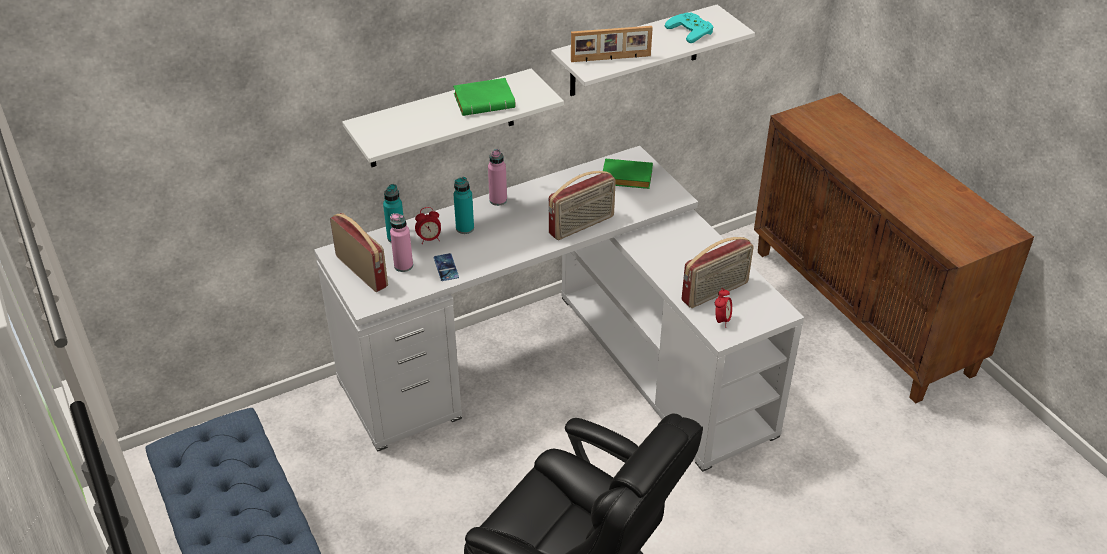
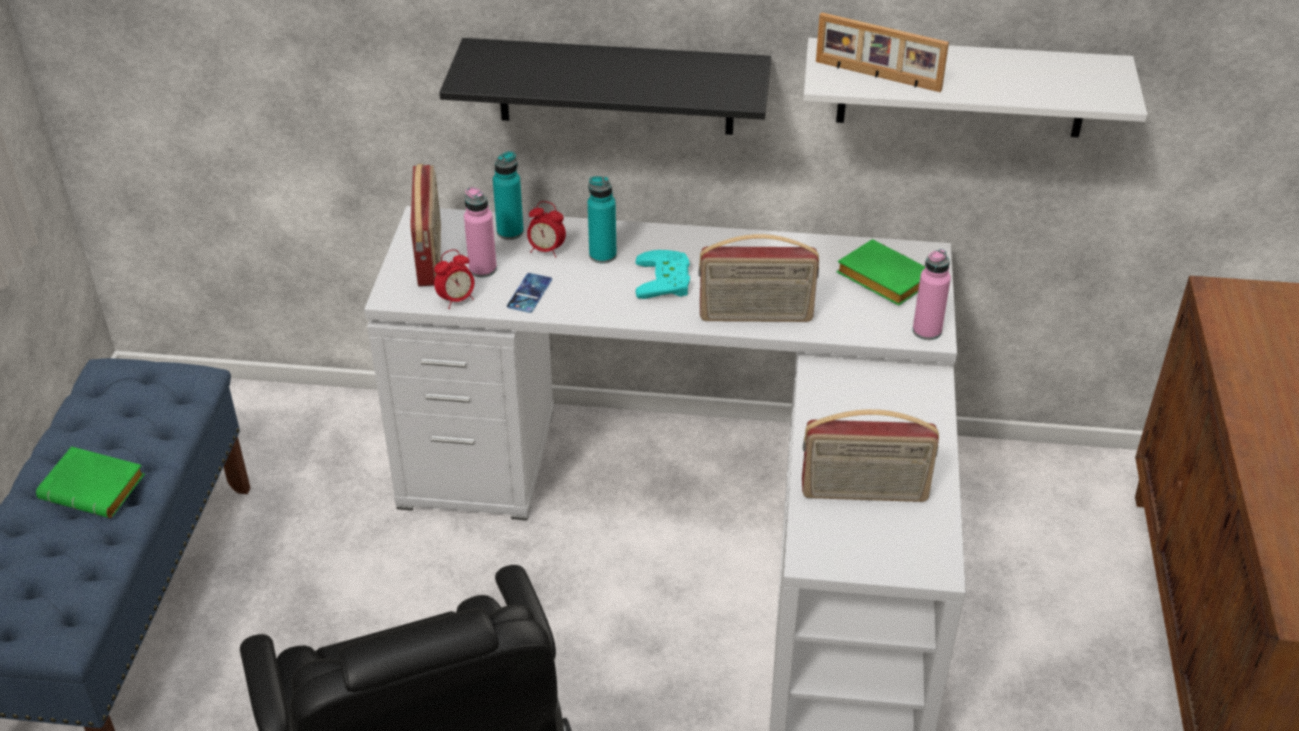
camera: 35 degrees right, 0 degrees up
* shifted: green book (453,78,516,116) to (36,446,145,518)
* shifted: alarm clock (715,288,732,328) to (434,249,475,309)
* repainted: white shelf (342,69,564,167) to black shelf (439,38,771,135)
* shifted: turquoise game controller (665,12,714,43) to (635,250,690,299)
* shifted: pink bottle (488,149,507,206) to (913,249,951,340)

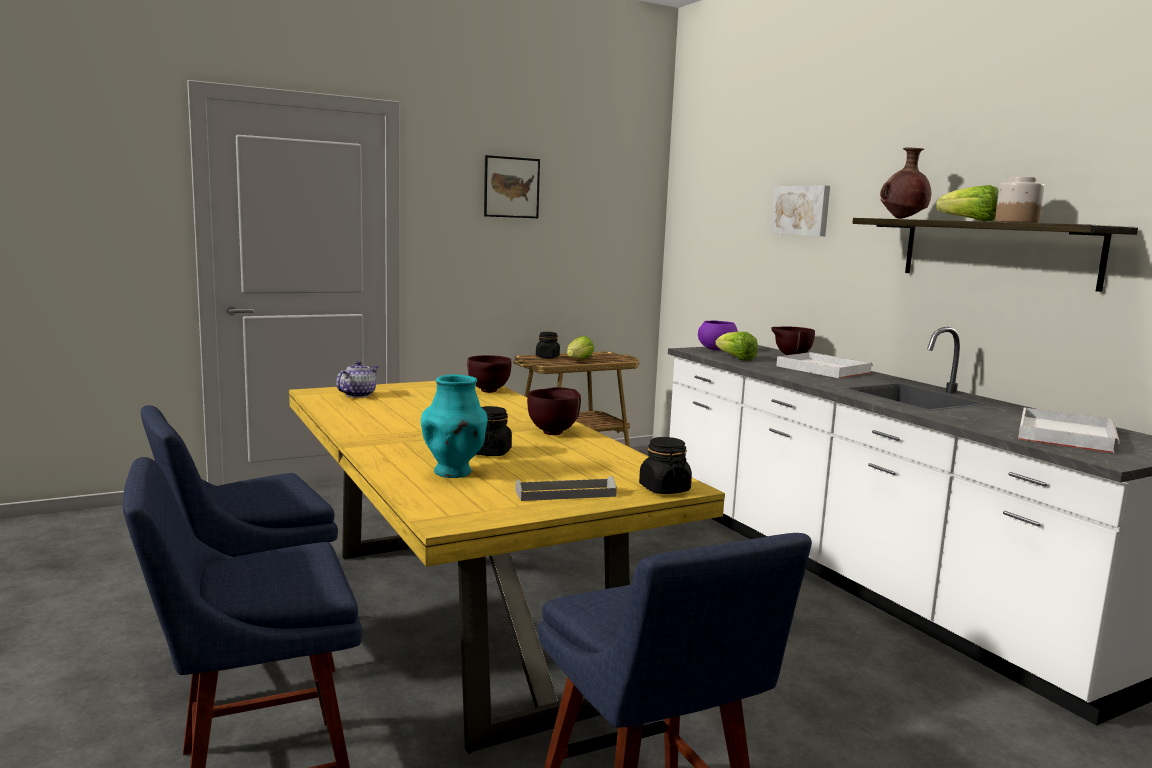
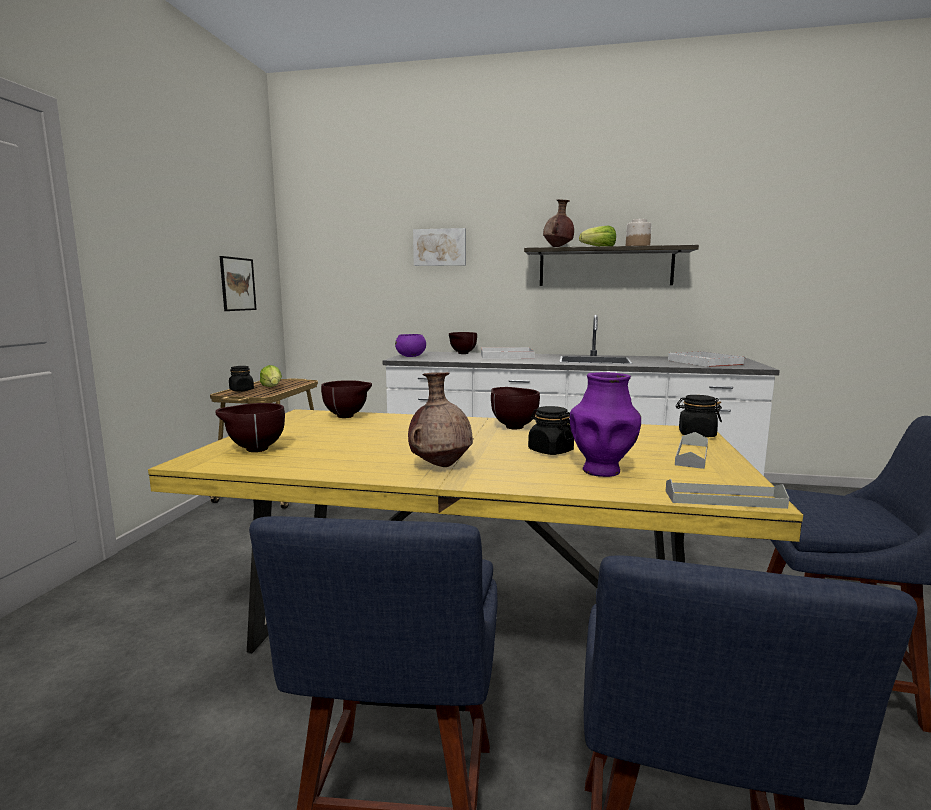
camera: 50 degrees left, 0 degrees up
* swapped: teapot (336,361,379,398) to brown bowl (215,403,285,452)
* shifted: picture (484,155,540,218) to (220,256,257,311)
* new: brown vase (408,372,473,467)
* repainted: turquoise vase (421,374,488,478) to purple vase (570,372,641,477)
* new: grey tray (666,479,789,509)
* gone: lettuce (715,332,758,361)

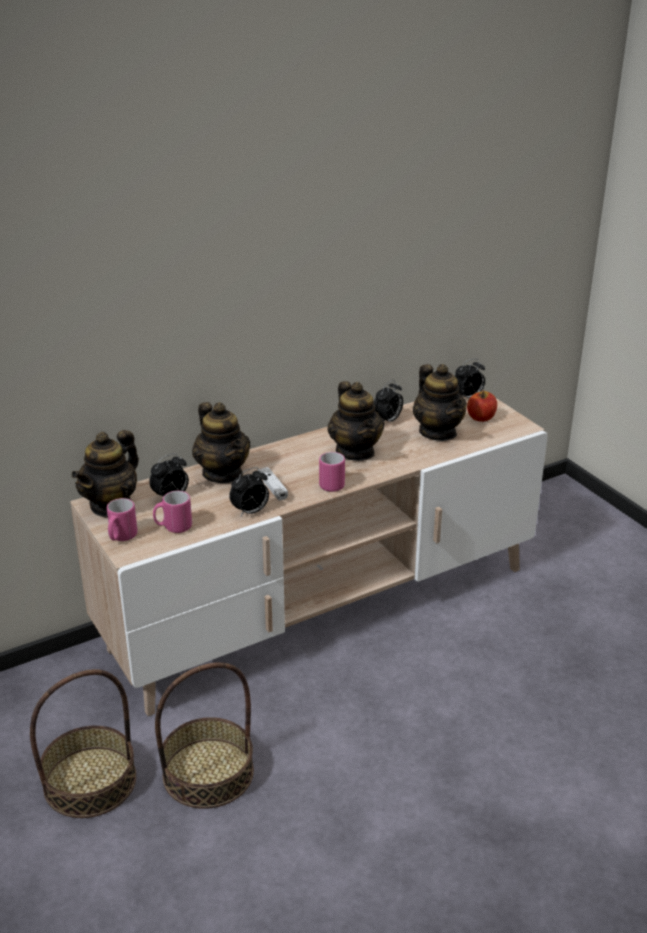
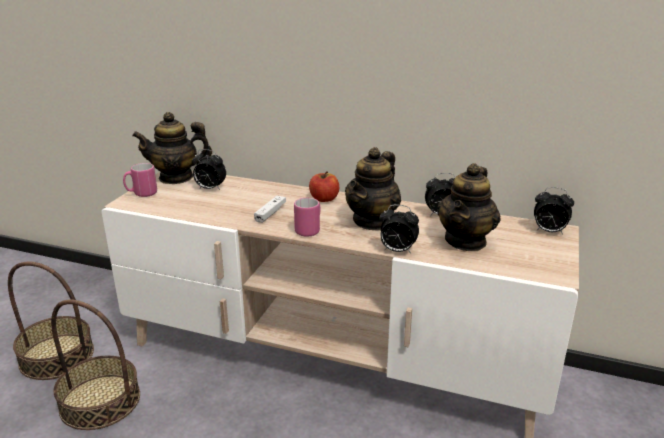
camera: 50 degrees right, 5 degrees down
* shifted: apple (467,390,497,422) to (309,171,339,202)
* shifted: alarm clock (229,467,269,516) to (379,204,419,253)
* gone: pink mug (153,491,192,533)
* gone: teapot (192,402,251,483)

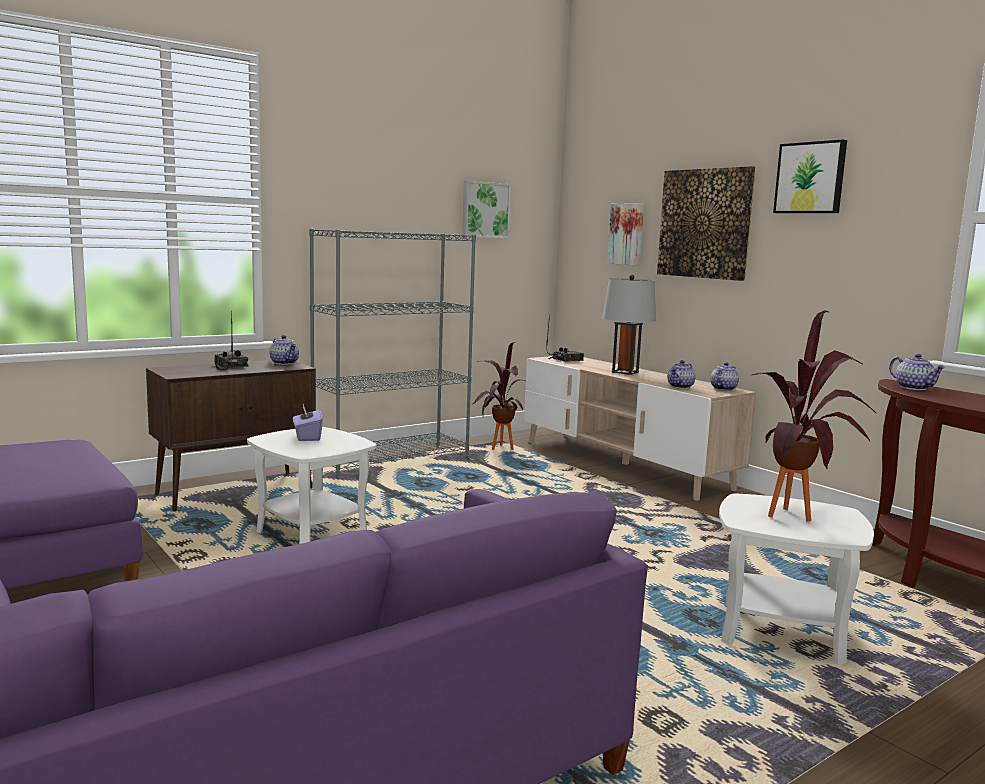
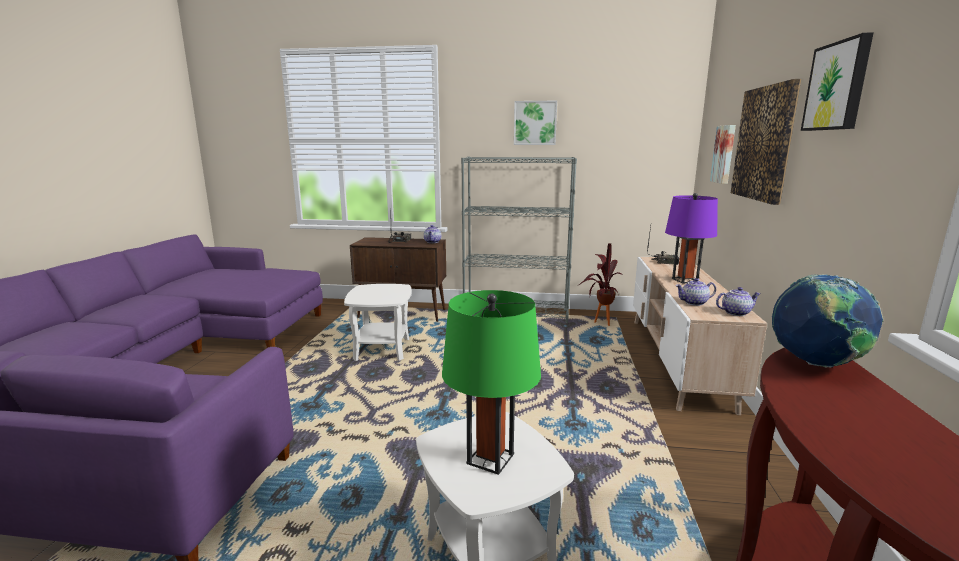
camera: 45 degrees right, 5 degrees up
* swapped: potted plant (752,310,877,522) to green table lamp (442,290,541,475)
* shifted: picture (462,181,511,239) to (514,101,557,145)
* repainted: grey table lamp (602,275,656,375) to purple table lamp (665,193,718,284)
* swapped: teapot (889,354,946,390) to globe (772,274,884,368)
* gone: purple tissue box (293,404,323,441)

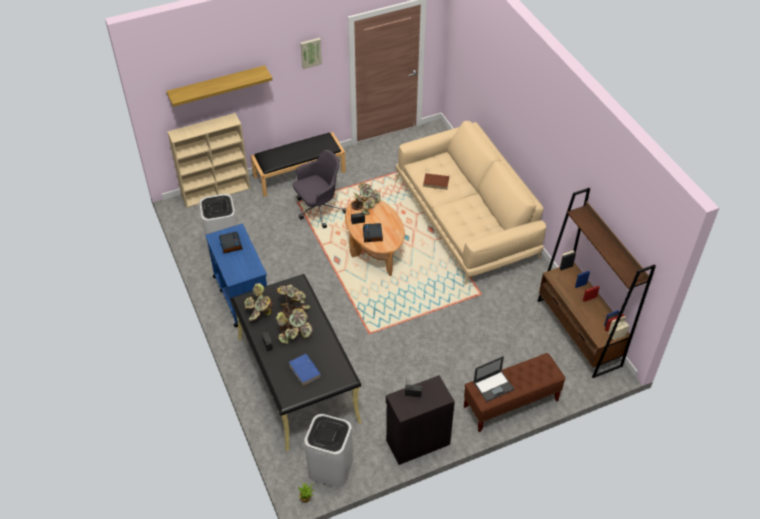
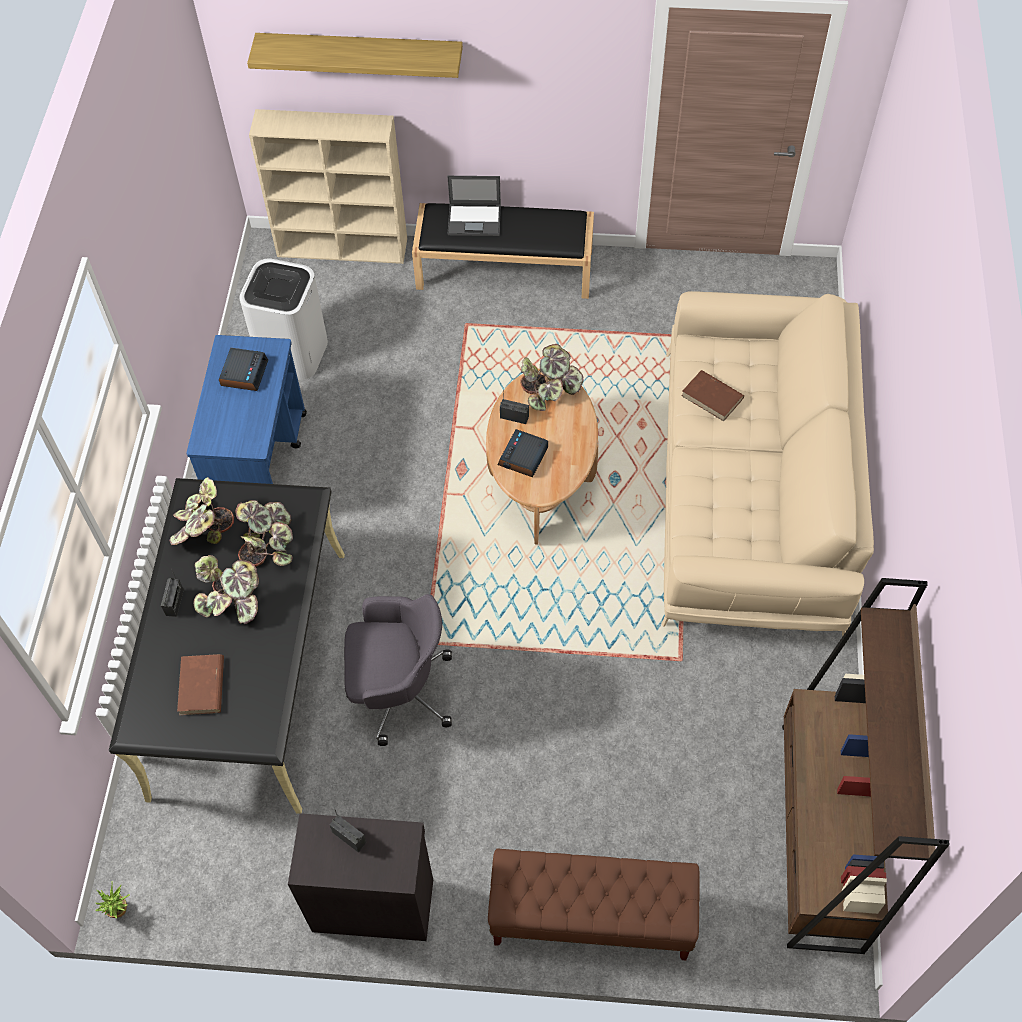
camera: 30 degrees right, 10 degrees up
* repainted: blue book (289,354,321,386) to brown book (177,654,224,715)
* shifted: grey office chair (293,150,346,228) to (344,594,452,746)
* shifted: laptop (473,356,514,402) to (448,176,501,236)
* gone: picture (300,38,322,69)
* gone: white trash can (305,414,353,487)

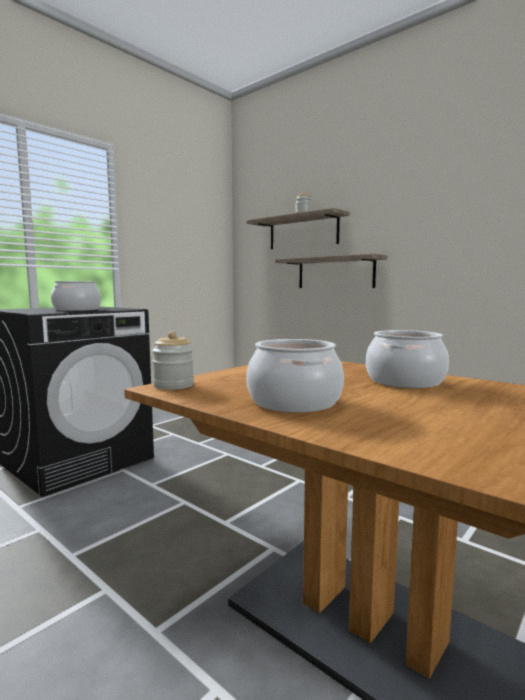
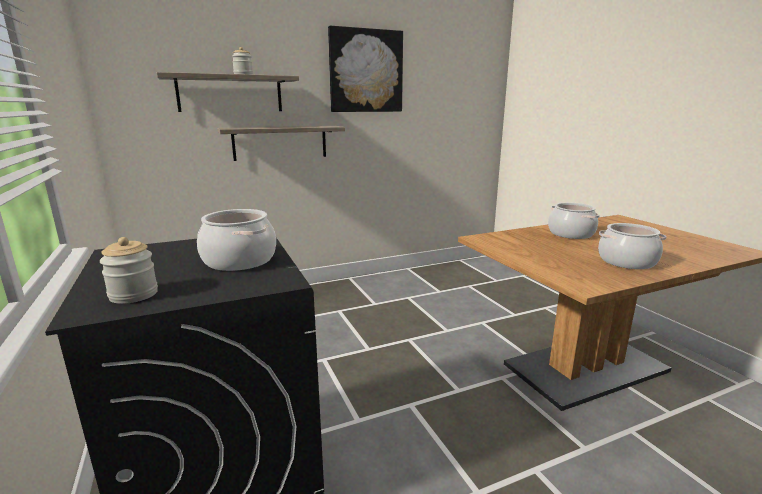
camera: 65 degrees left, 10 degrees up
* shifted: jar (152,331,194,390) to (100,237,158,304)
* new: picture (328,26,403,112)

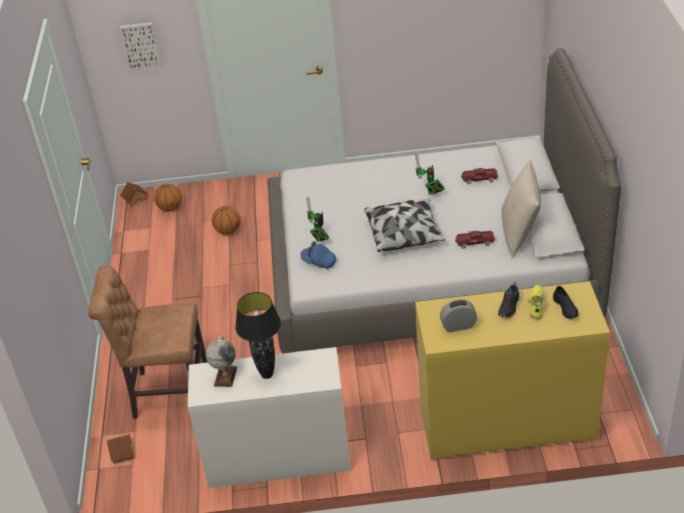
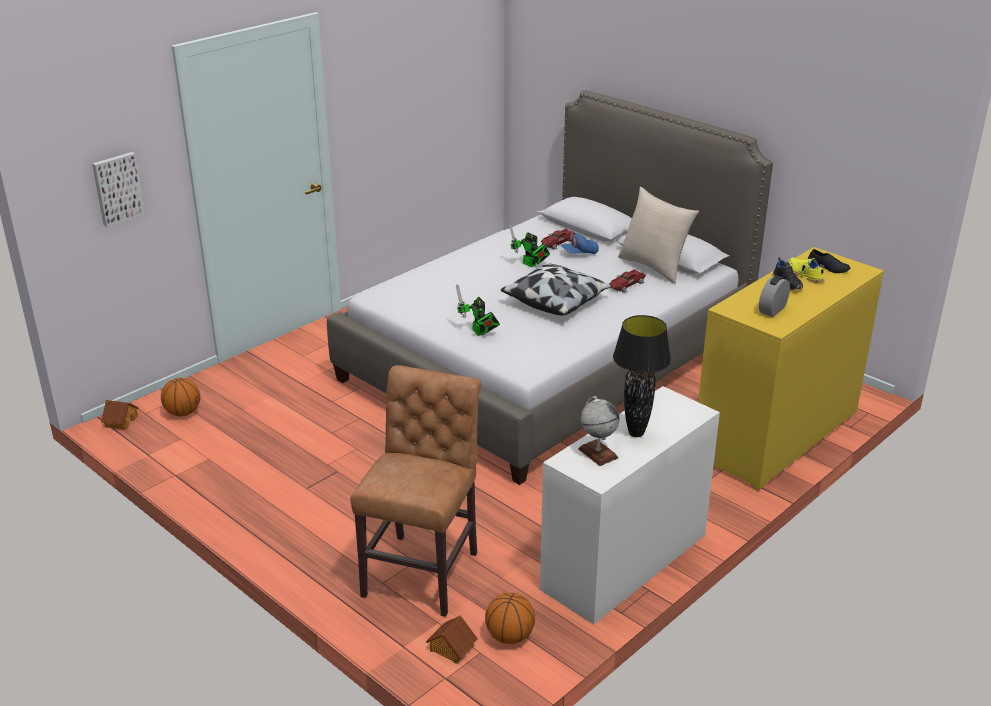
camera: 45 degrees left, 10 degrees down
* rotated: brown chair (88,265,208,419) = (350,365,481,617) 150 degrees clockwise
* shifted: basketball (212,206,241,235) to (485,592,535,644)
* shifted: blue cap (300,241,336,269) to (561,232,599,254)

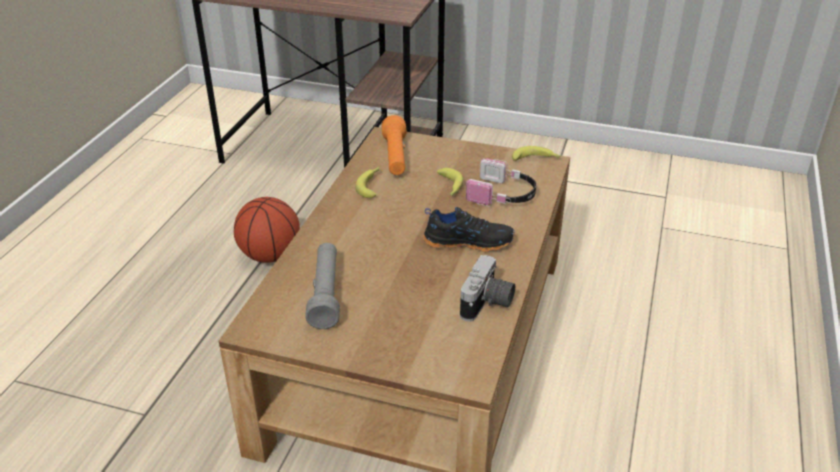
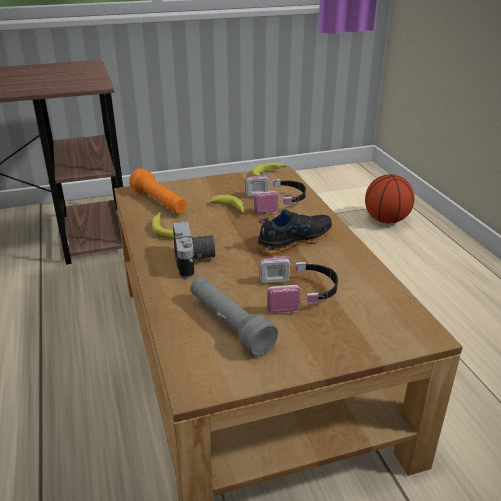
camera: 35 degrees left, 5 degrees down
* shifted: photo camera (460,255,515,321) to (173,222,215,279)
* new: headphones (259,256,338,313)
* shifted: basketball (234,197,300,263) to (365,174,414,224)

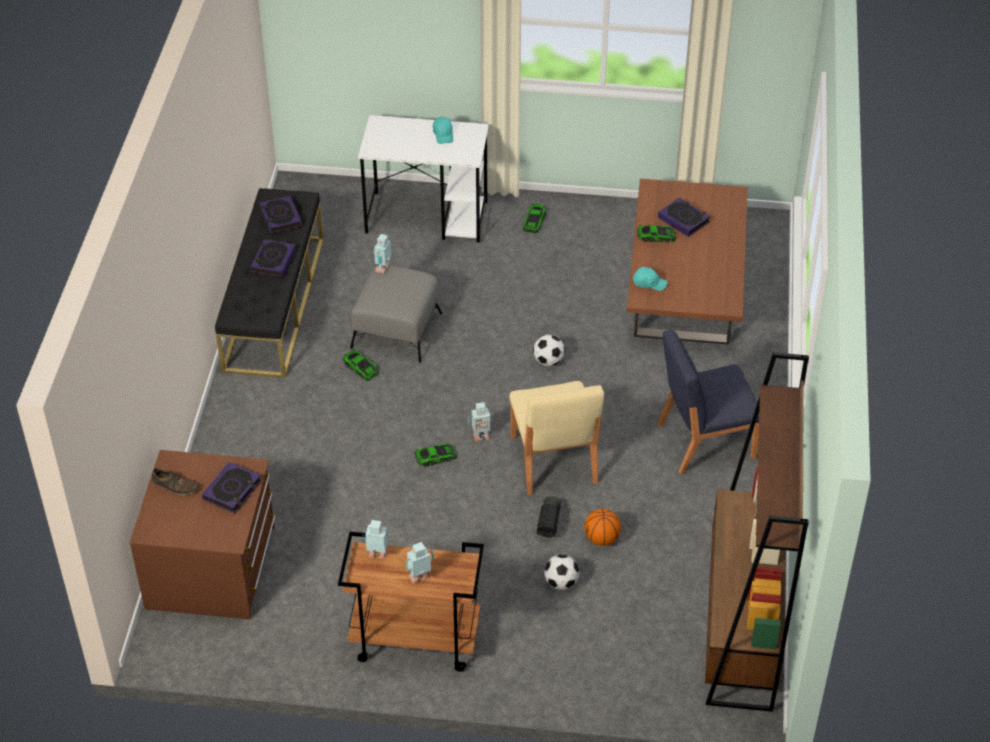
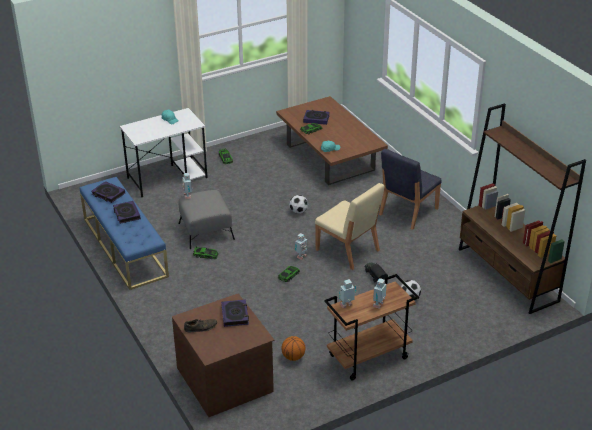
camera: 35 degrees left, 10 degrees down
* repainted: black bench (215,188,324,378) to blue bench (80,177,169,290)
* shifted: basketball (584,509,621,546) to (281,336,306,361)

